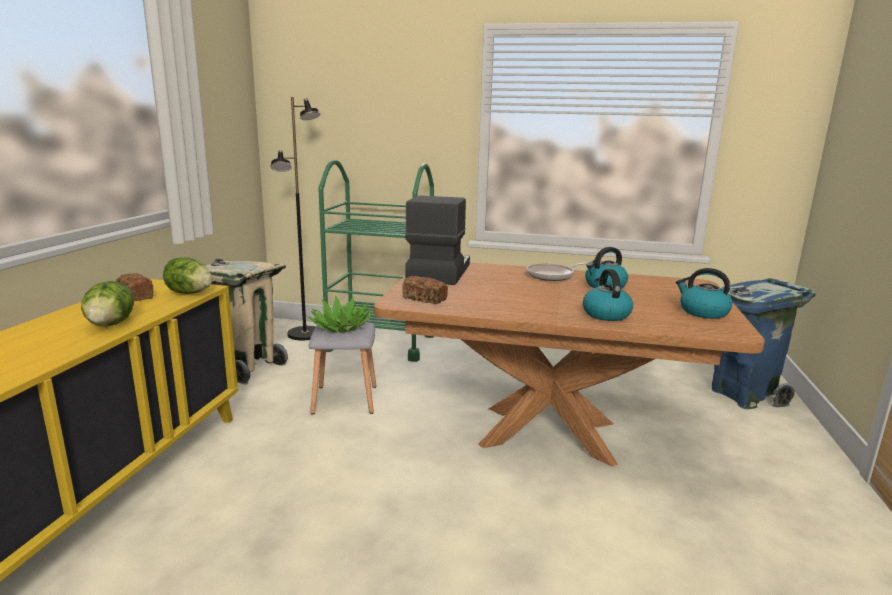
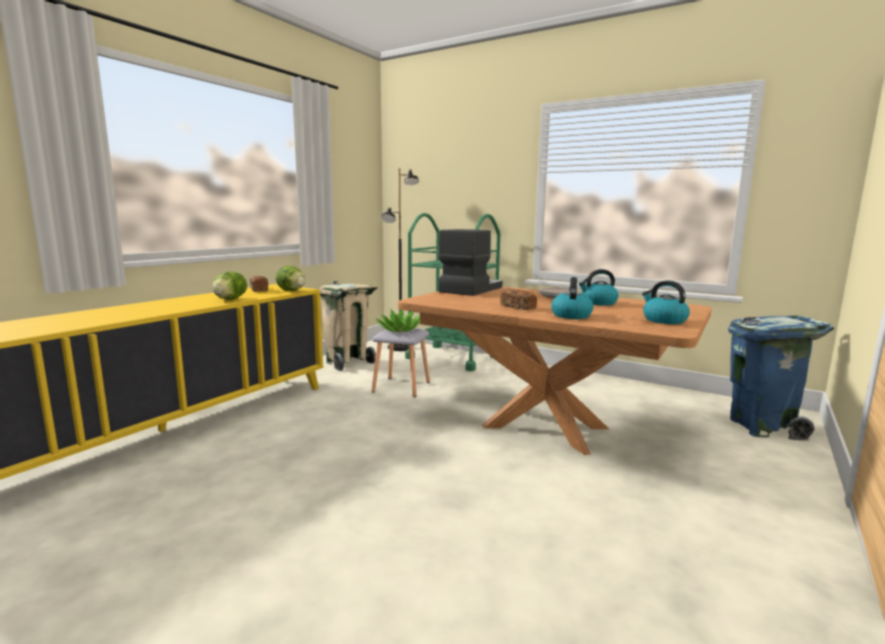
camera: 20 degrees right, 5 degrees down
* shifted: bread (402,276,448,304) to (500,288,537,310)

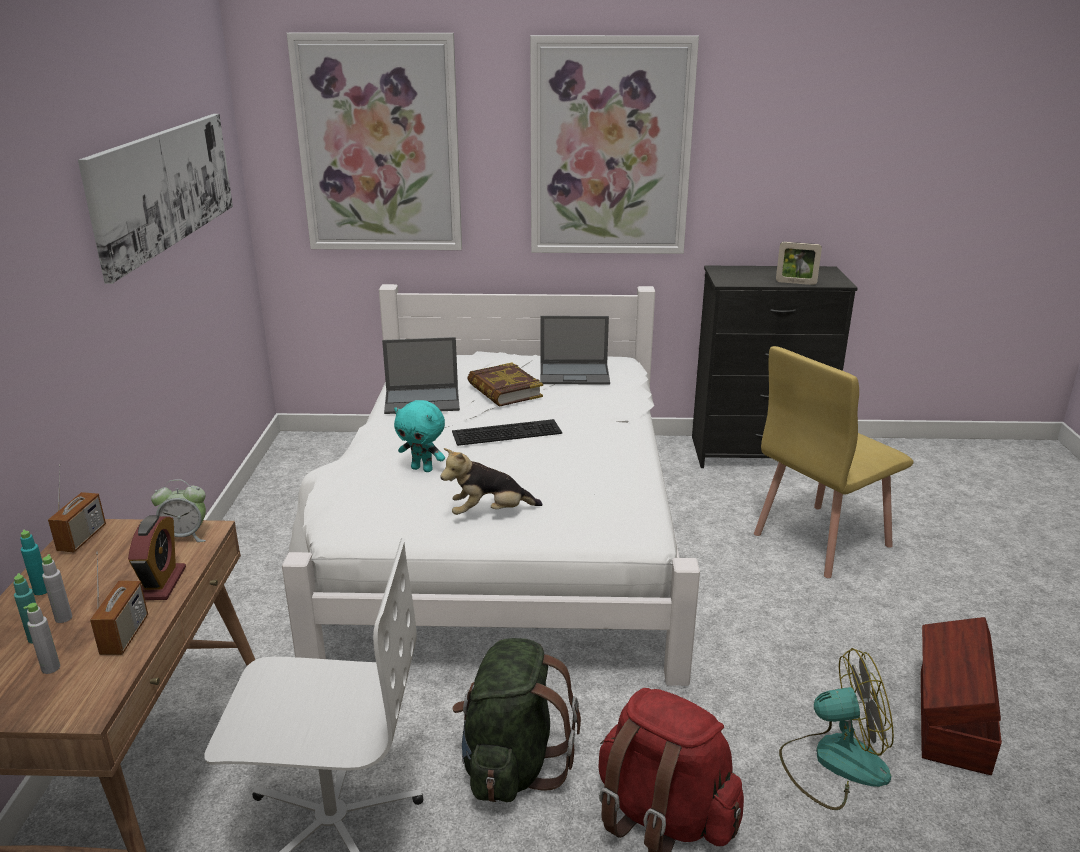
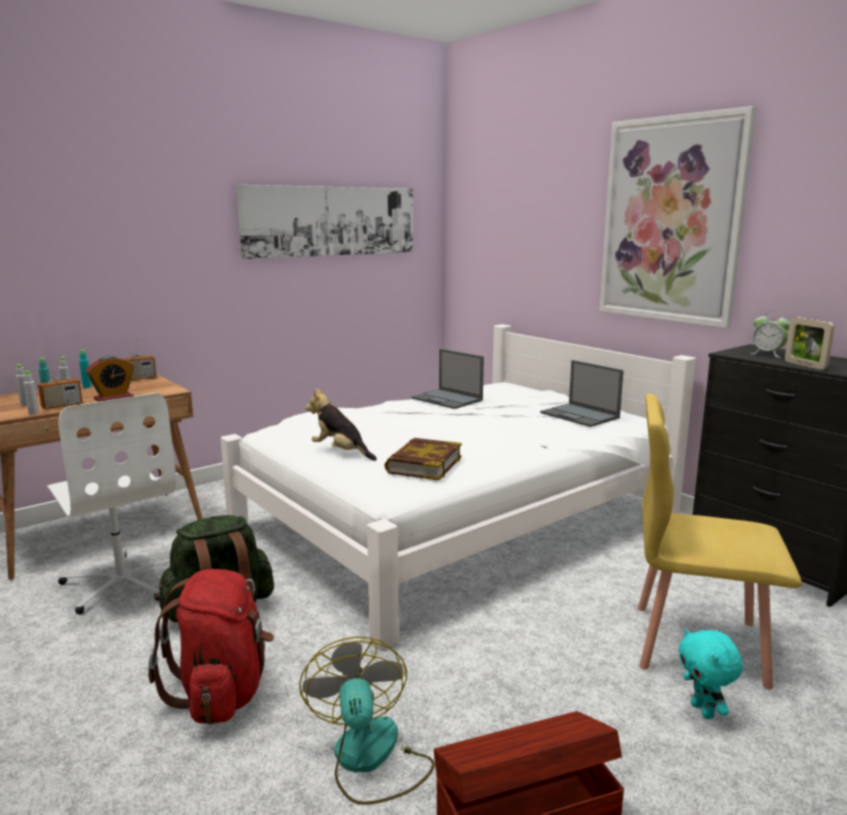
camera: 50 degrees right, 10 degrees down
* new: grey bottle (24,371,39,414)
* rotated: fan (779,648,894,810) = (299,637,435,805) 150 degrees counterclockwise
* shifted: book (467,363,543,407) to (384,438,462,481)
* shifted: turquoise plush toy (394,400,445,472) to (678,628,743,719)
* shifted: alarm clock (151,479,206,542) to (750,311,790,358)
* gone: picture (287,33,462,250)
* gone: keyboard (452,419,562,446)

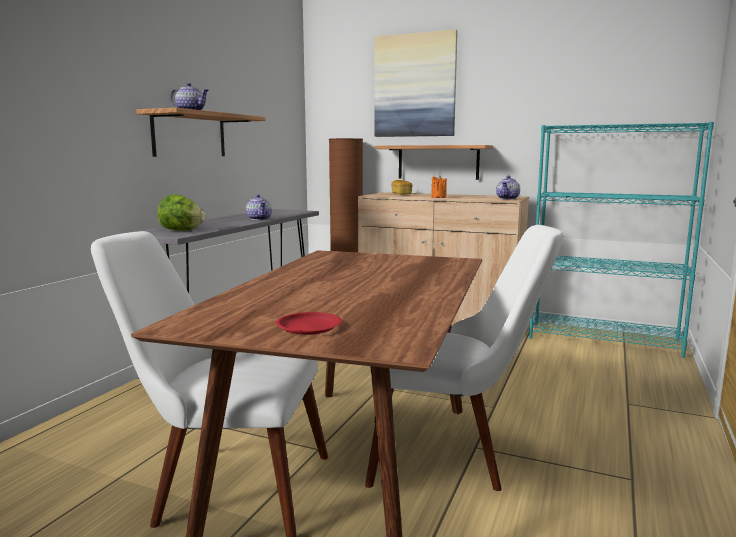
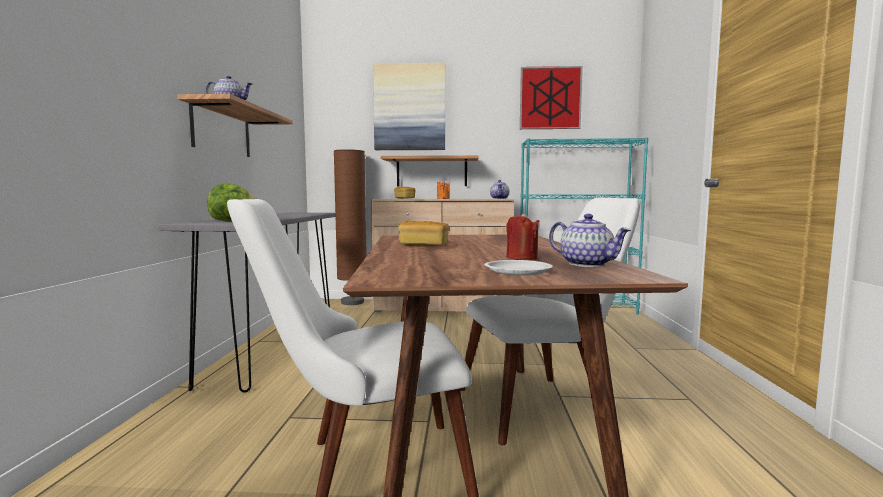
camera: 20 degrees left, 5 degrees down
* new: bread (398,221,449,245)
* repainted: red plate (276,312,342,335) to white plate (484,260,553,275)
* new: red candle (506,212,539,260)
* new: picture (520,66,583,129)
* shifted: teapot (246,194,272,220) to (549,214,631,267)

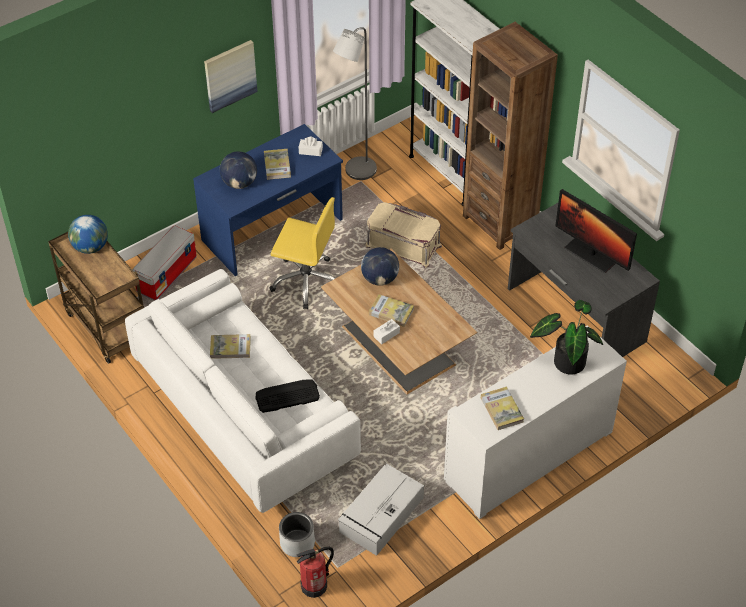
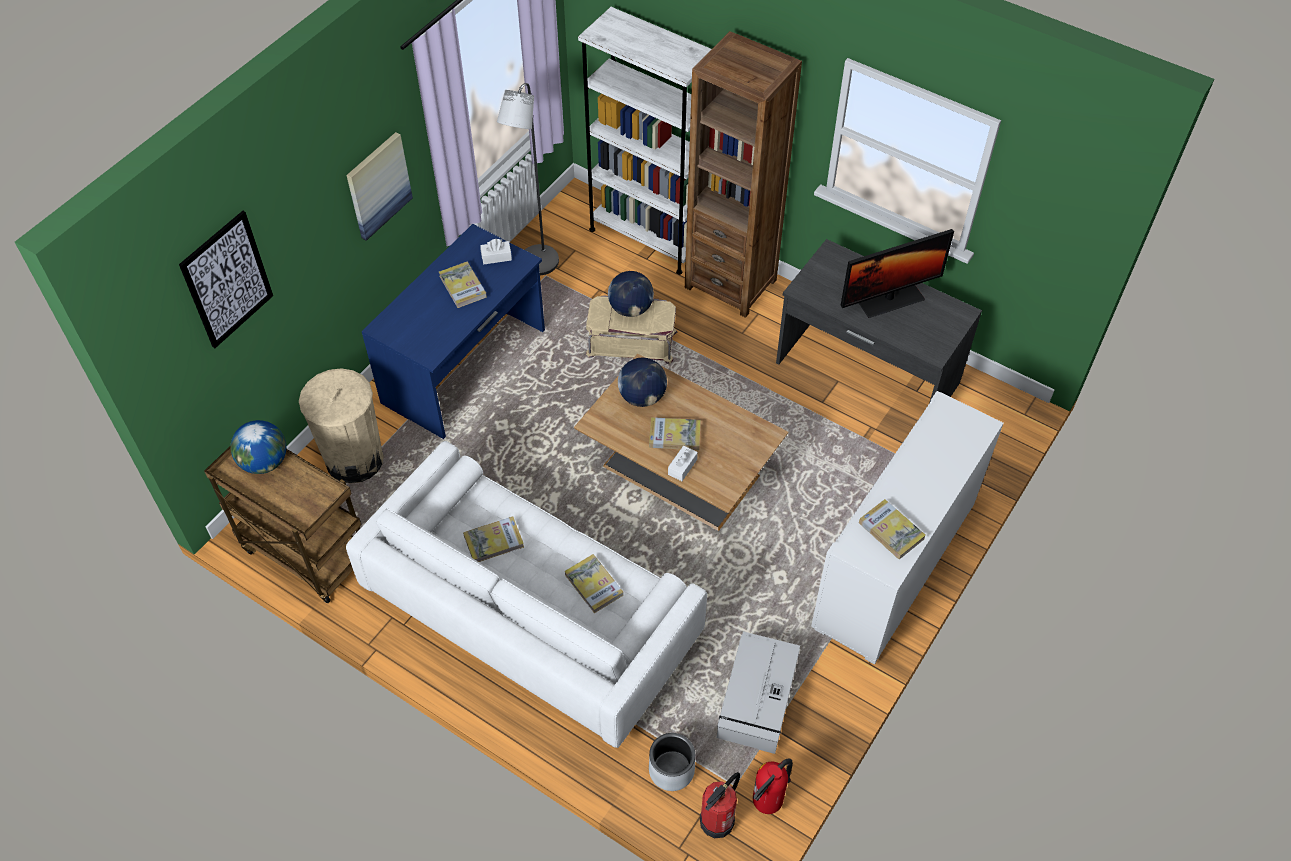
camera: 20 degrees left, 5 degrees up
* new: picture (179,211,273,348)
* swapped: storage box (132,226,197,301) to beige trash can (299,368,384,484)
* swapped: keyboard (255,380,320,413) to book (564,554,623,613)
* shifted: globe (220,151,257,189) to (608,271,654,317)
* new: fire extinguisher (753,759,793,814)
* rotated: monitor (555,189,637,273) = (841,229,954,318) 45 degrees counterclockwise
* gone: yellow office chair (269,197,335,309)
* gone: potted plant (530,300,603,375)

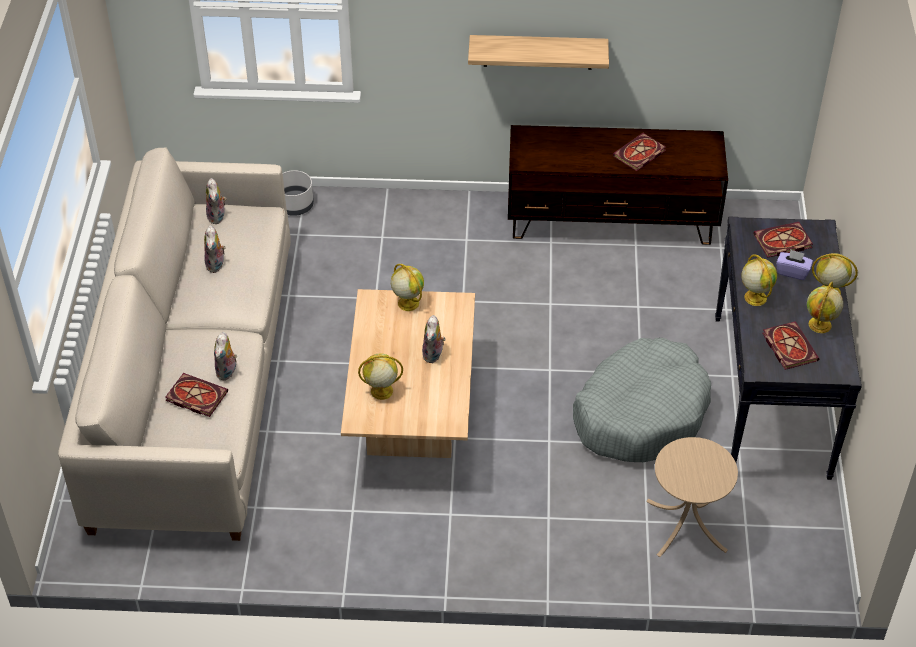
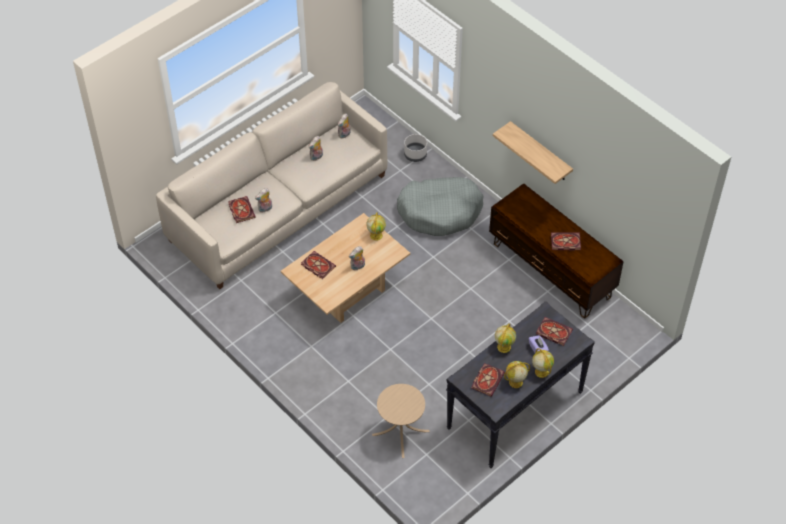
camera: 45 degrees right, 5 degrees up
* swapped: globe (358,353,403,400) to book (301,251,336,279)
* shifted: grey dog bed (573,338,711,462) to (397,177,483,236)

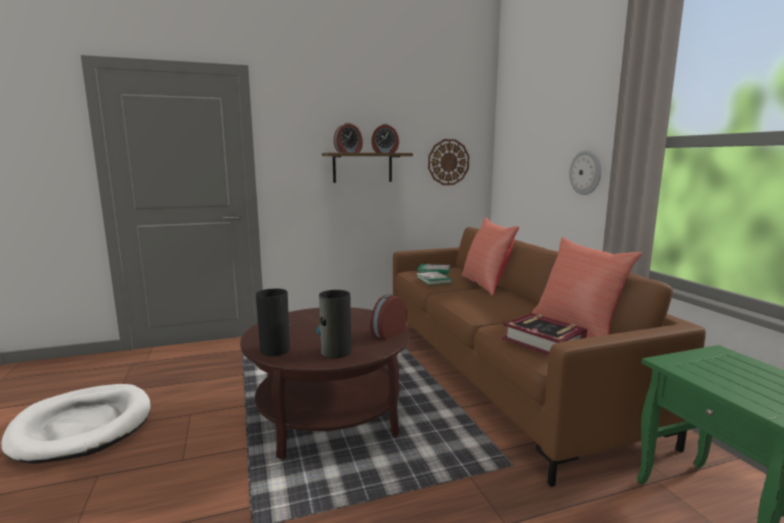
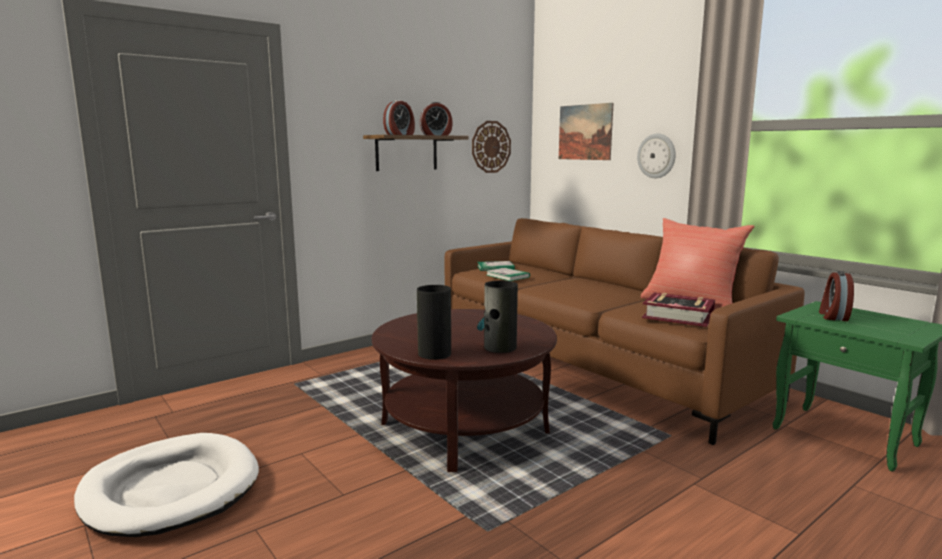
camera: 20 degrees left, 0 degrees up
* new: picture (559,103,614,160)
* shifted: alarm clock (370,294,407,340) to (819,271,854,321)
* gone: red pillow (462,218,519,295)

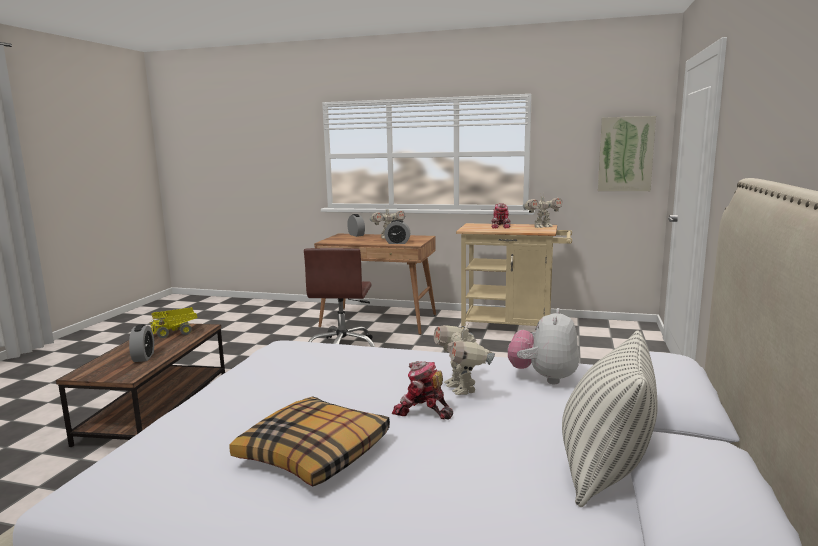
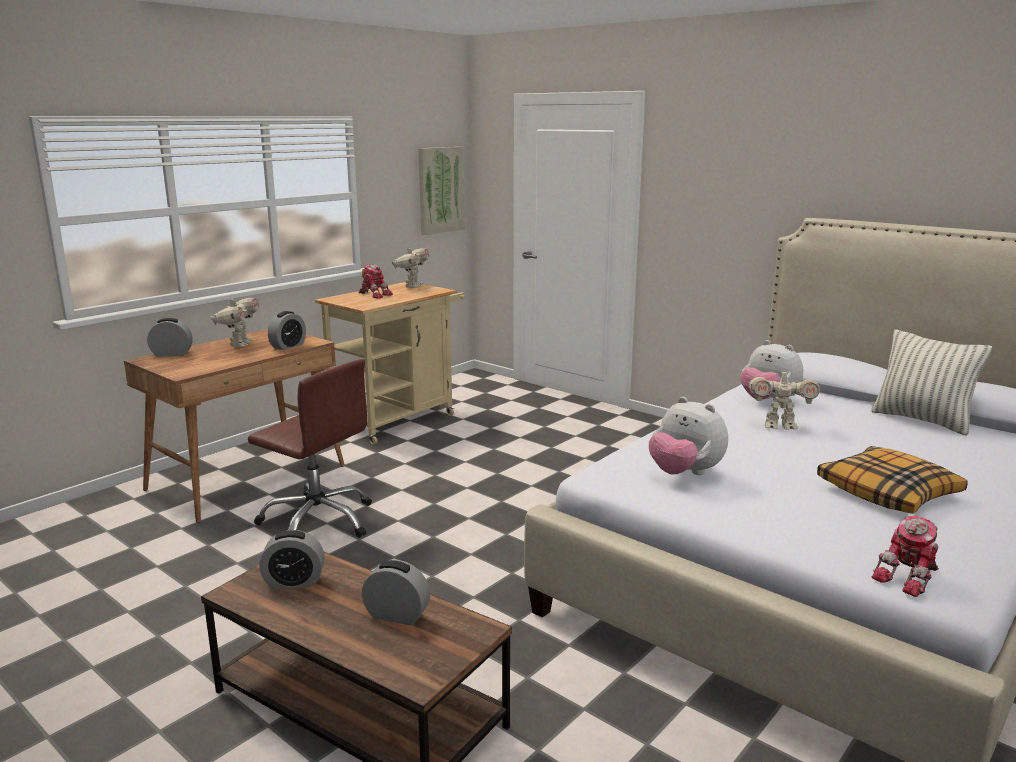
camera: 65 degrees left, 5 degrees up
* swapped: toy truck (150,307,198,338) to alarm clock (259,530,324,589)
* new: plush toy (649,397,728,475)
* shifted: toy robot (392,361,453,420) to (872,516,939,597)

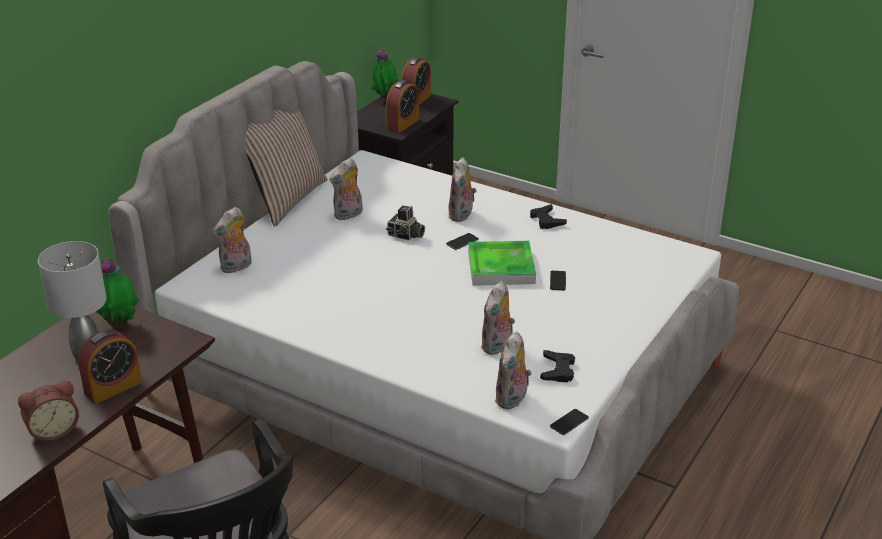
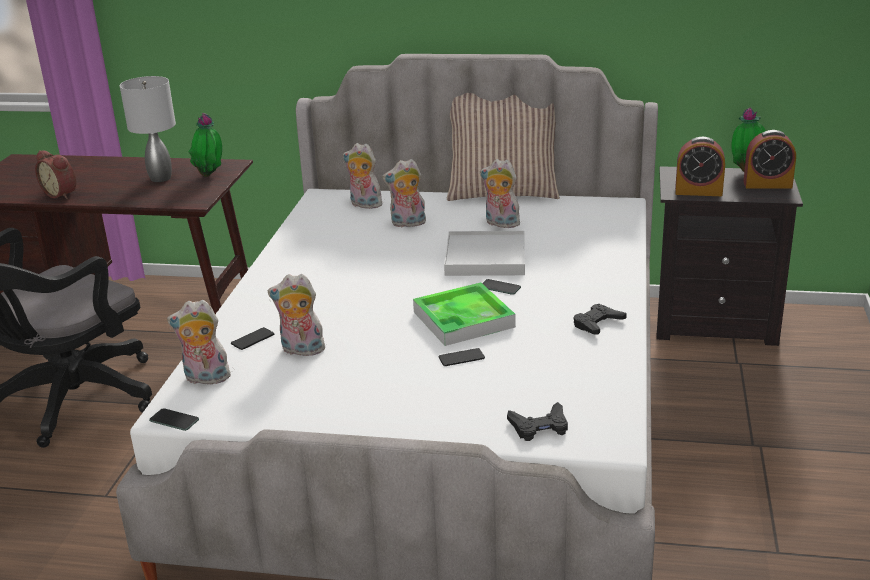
camera: 70 degrees right, 5 degrees down
* new: phone (231,327,274,350)
* shifted: plush toy (448,157,477,222) to (382,159,426,227)
* swapped: photo camera (386,205,425,241) to white tray (444,231,525,276)
* shifted: black game controller (540,350,575,382) to (507,402,568,441)
* gone: alarm clock (78,329,142,404)

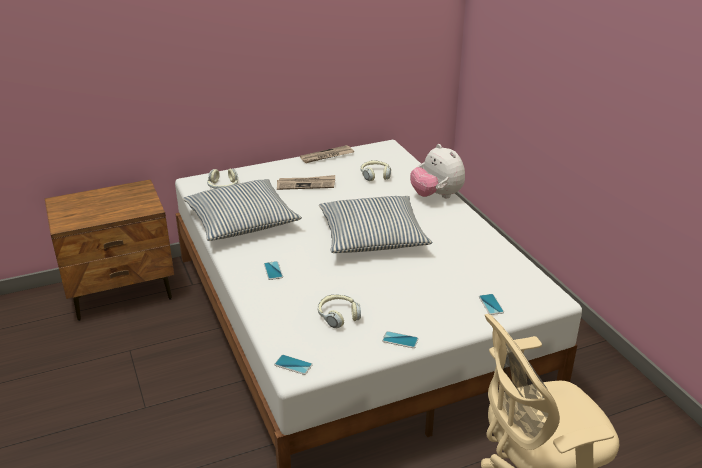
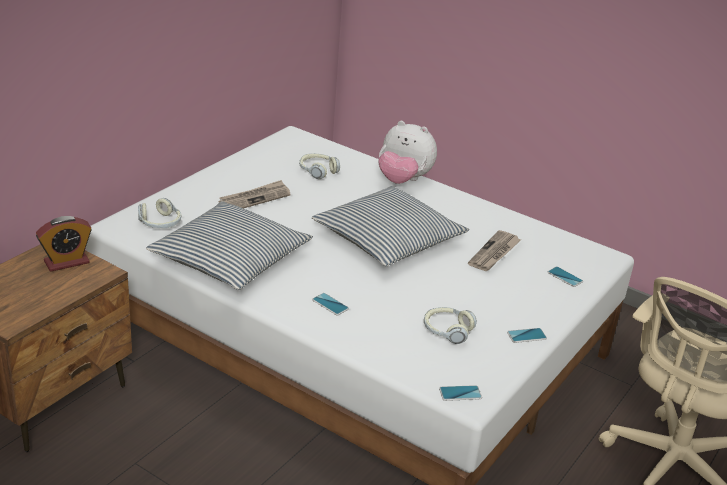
camera: 35 degrees left, 0 degrees up
* new: alarm clock (36,216,92,272)
* shifted: newspaper (300,145,354,163) to (468,230,521,271)

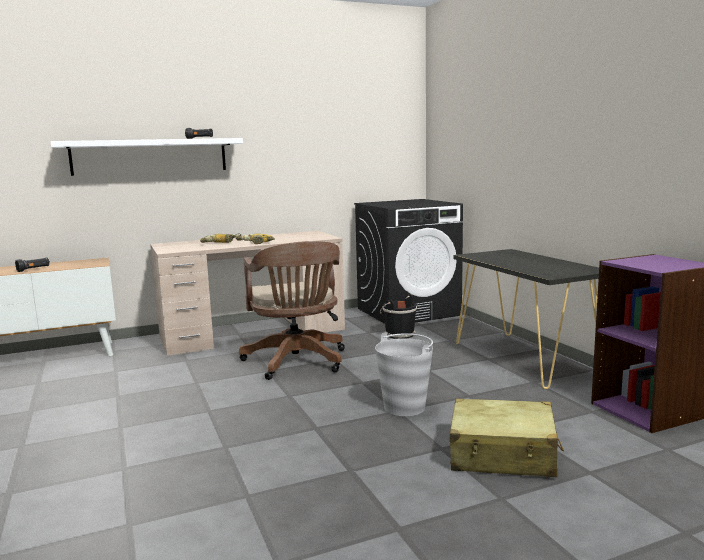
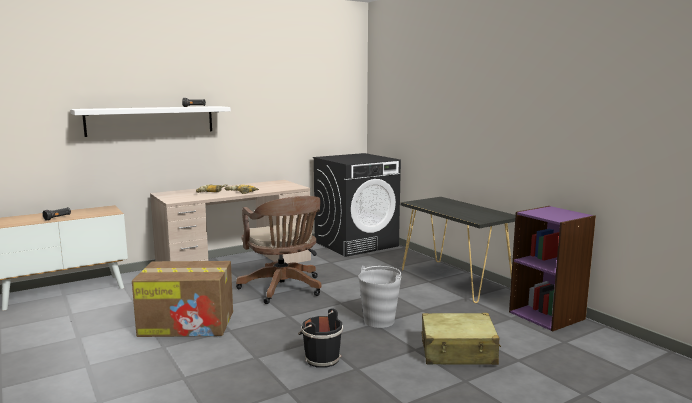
camera: 10 degrees left, 0 degrees up
* new: cardboard box (132,261,233,337)
* shifted: black bucket (380,294,417,339) to (298,308,343,368)

